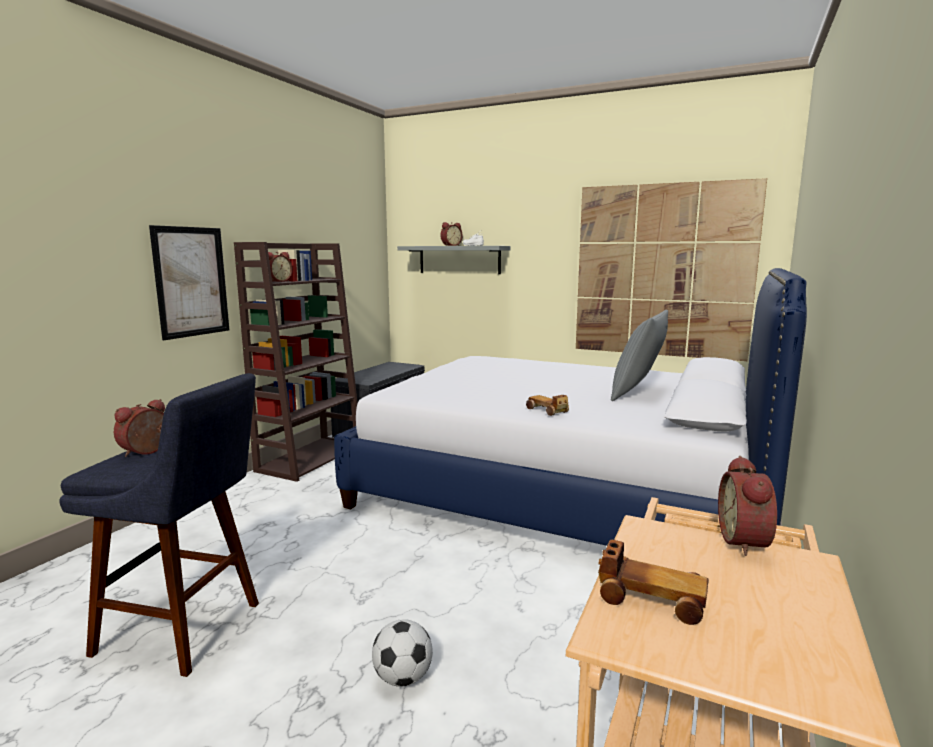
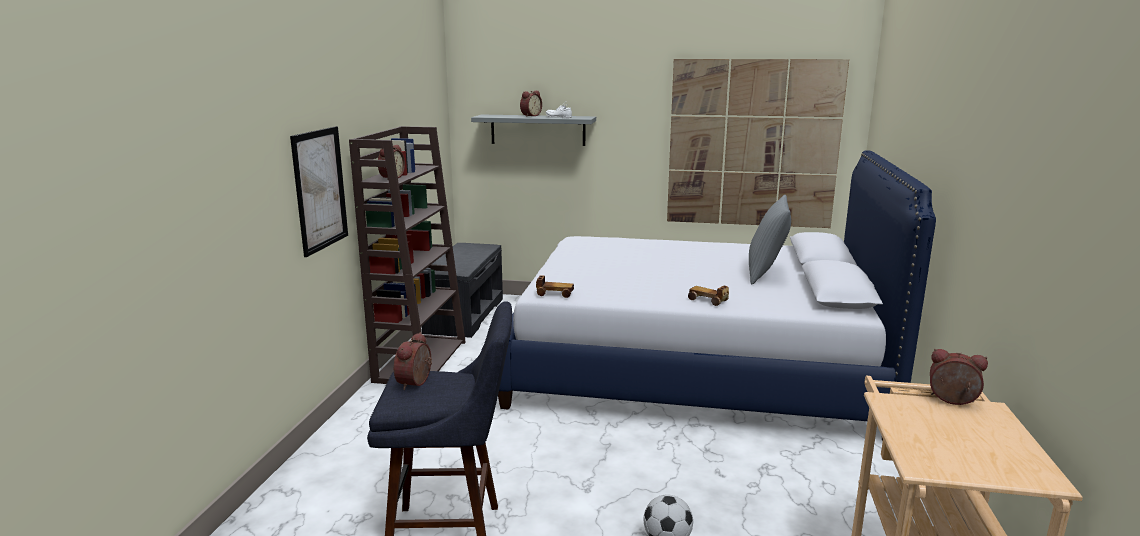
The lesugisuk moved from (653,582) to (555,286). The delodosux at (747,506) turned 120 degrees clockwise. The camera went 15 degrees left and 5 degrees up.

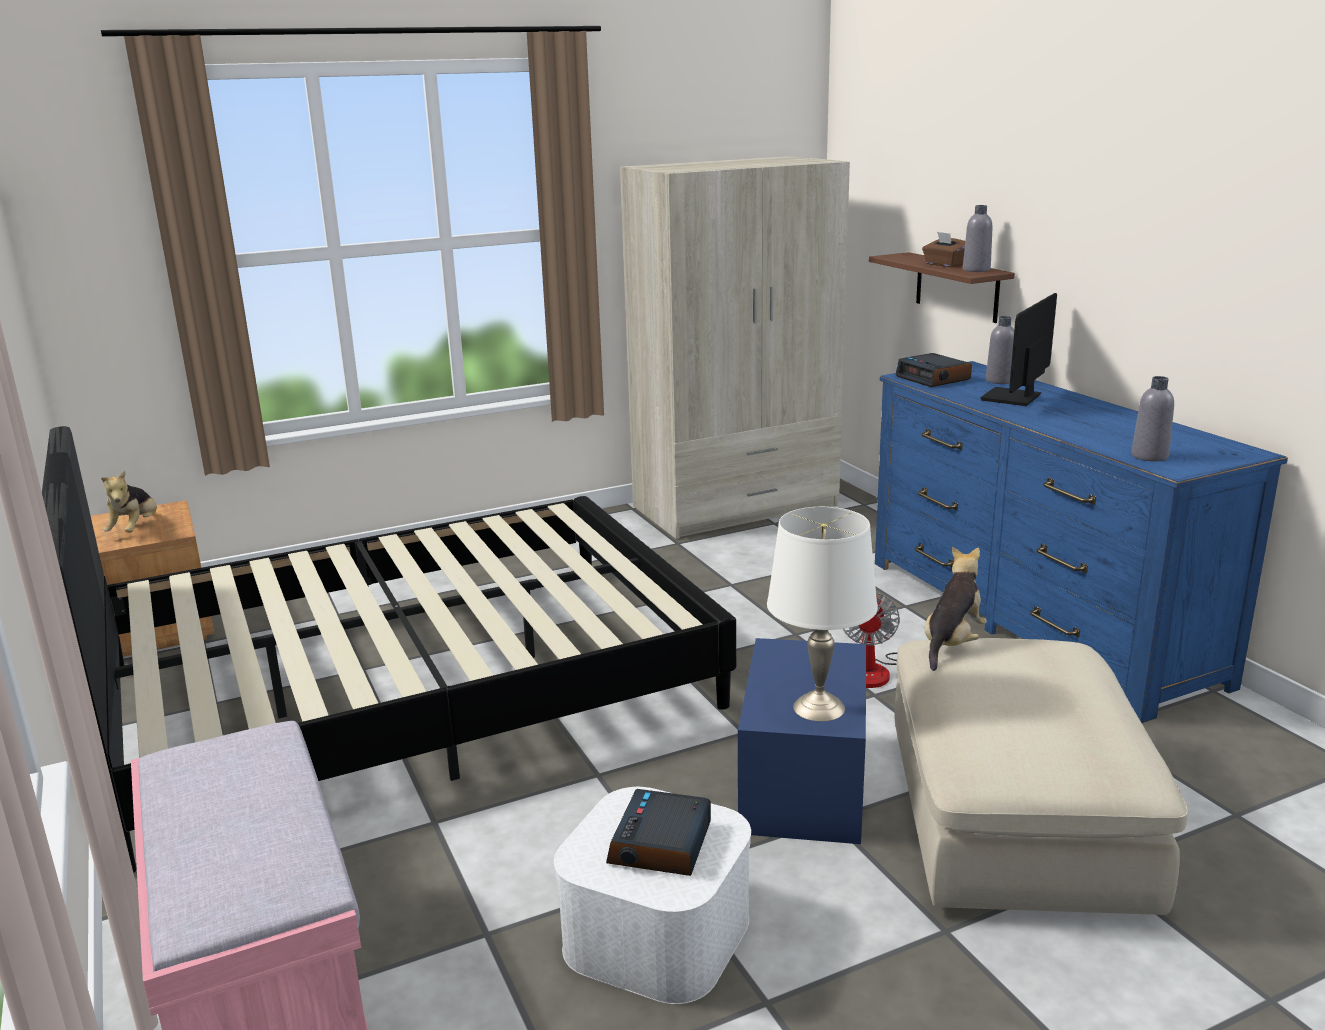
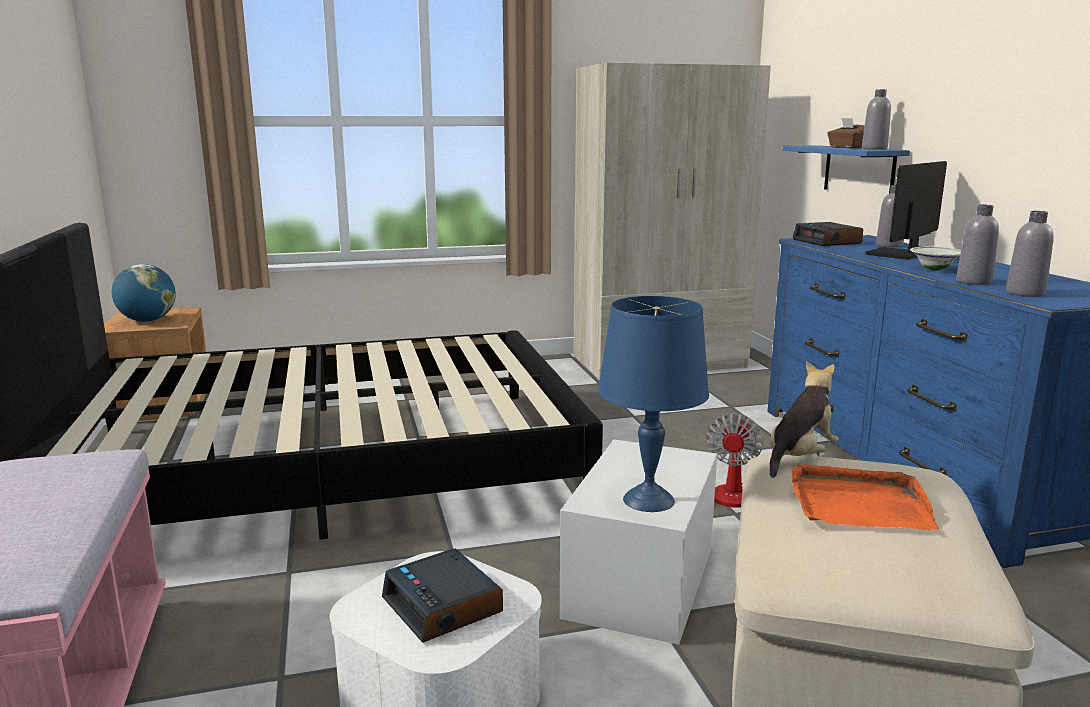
The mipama at (129,501) was replaced by the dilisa at (144,293). The delodosux at (658,832) turned 60 degrees counterclockwise. The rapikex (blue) at (802,741) became the rapikex (white) at (638,542). The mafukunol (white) at (822,614) became the mafukunol (blue) at (653,404). The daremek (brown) at (942,287) became the daremek (blue) at (846,169). The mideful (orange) at (865,496) appeared. The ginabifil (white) at (935,259) appeared. The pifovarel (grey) at (977,245) appeared. The camera went 10 degrees right and 5 degrees down.

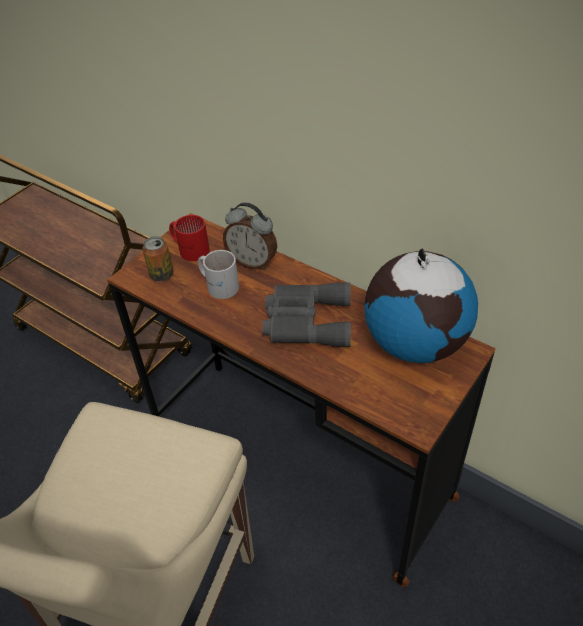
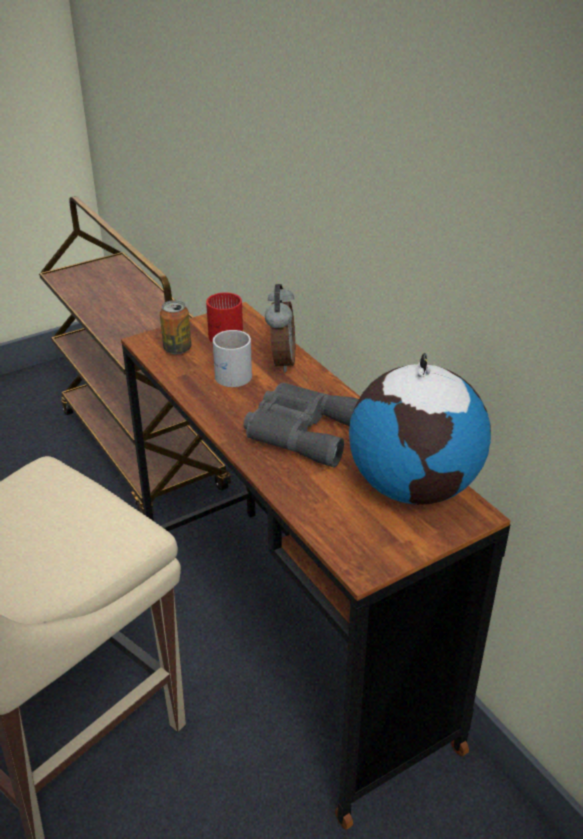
The delodosux at (250,236) turned 135 degrees counterclockwise. The camera went 20 degrees right and 10 degrees down.

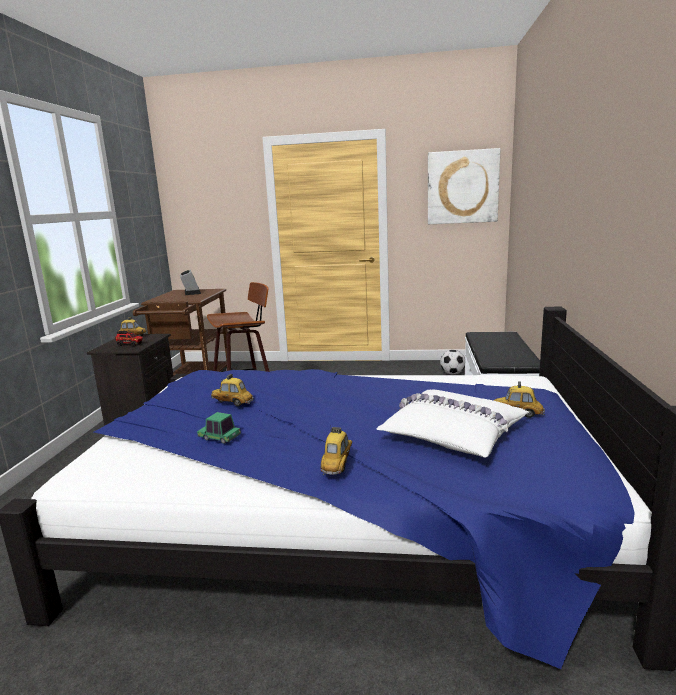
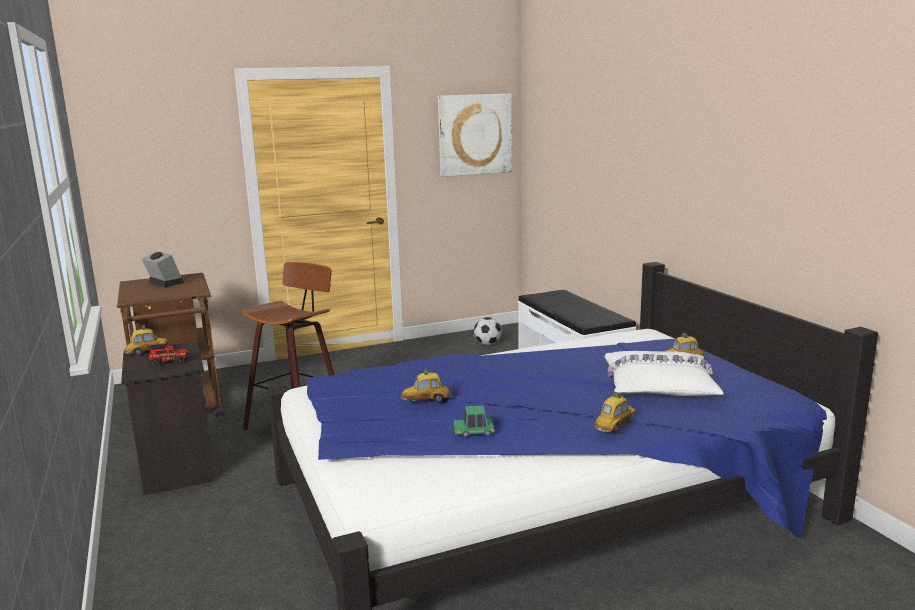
The lesugisuk at (336,450) turned 60 degrees clockwise. The camera went 30 degrees left and 0 degrees up.

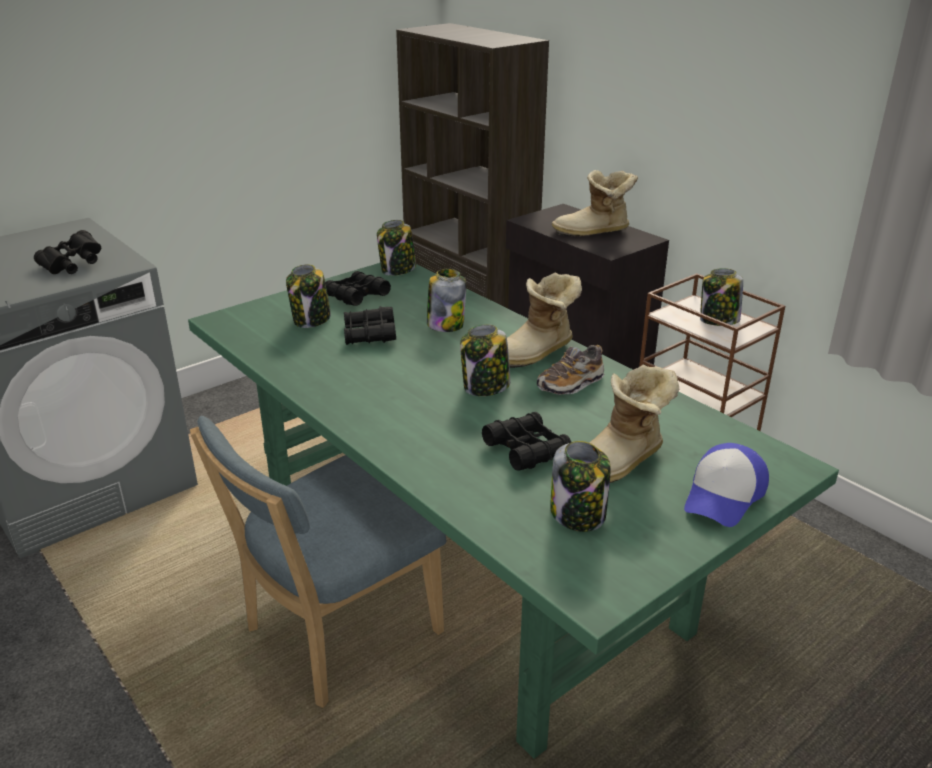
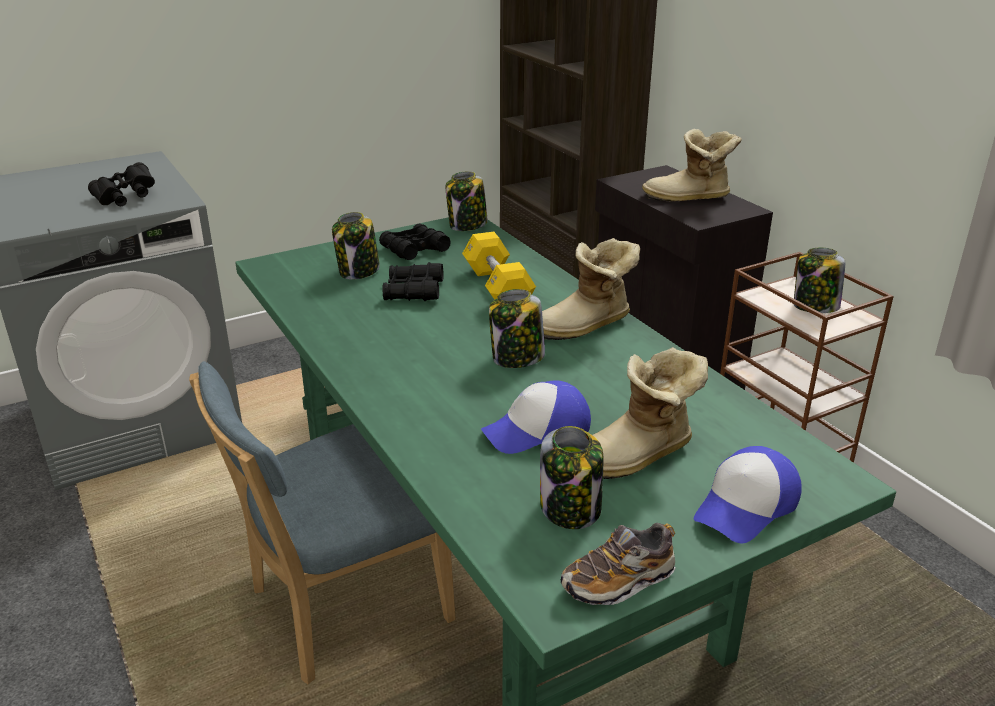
The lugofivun at (446,300) was replaced by the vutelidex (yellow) at (499,266). The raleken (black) at (526,441) was replaced by the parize at (536,417). The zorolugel moved from (570,370) to (618,564). The camera went 10 degrees right and 0 degrees up.

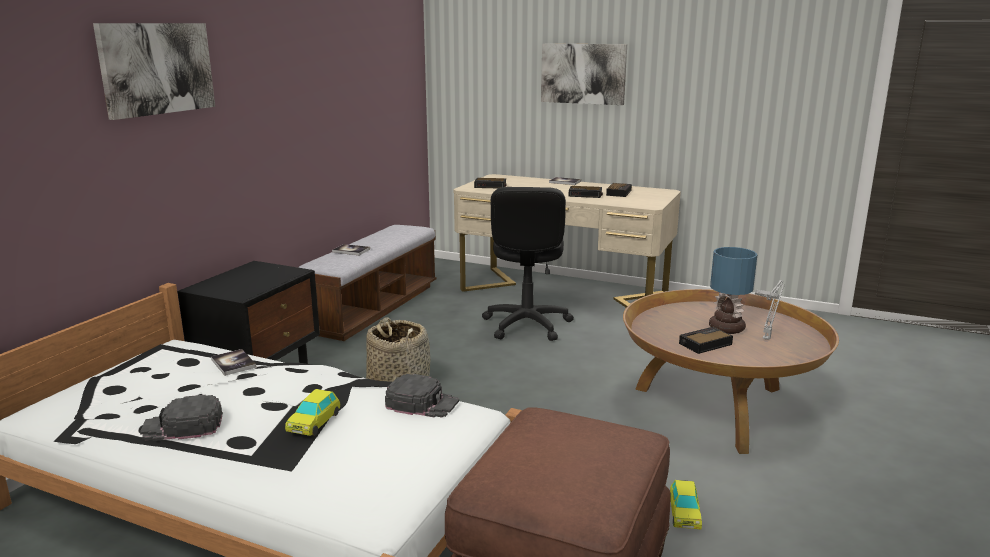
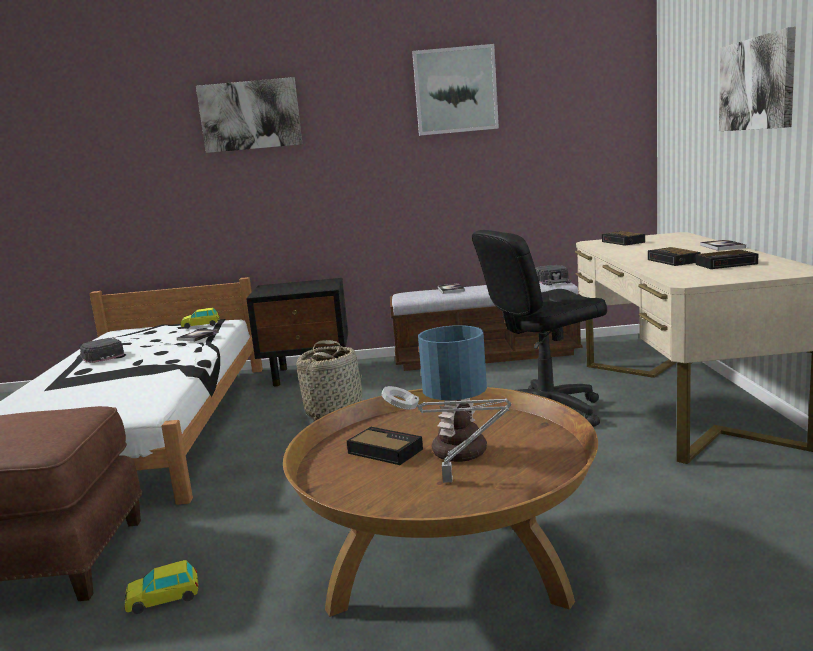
The lesugisuk moved from (312,412) to (200,318). The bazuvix at (455,90) appeared. The parize (black) moved from (422,395) to (553,275). The camera went 65 degrees right and 5 degrees down.

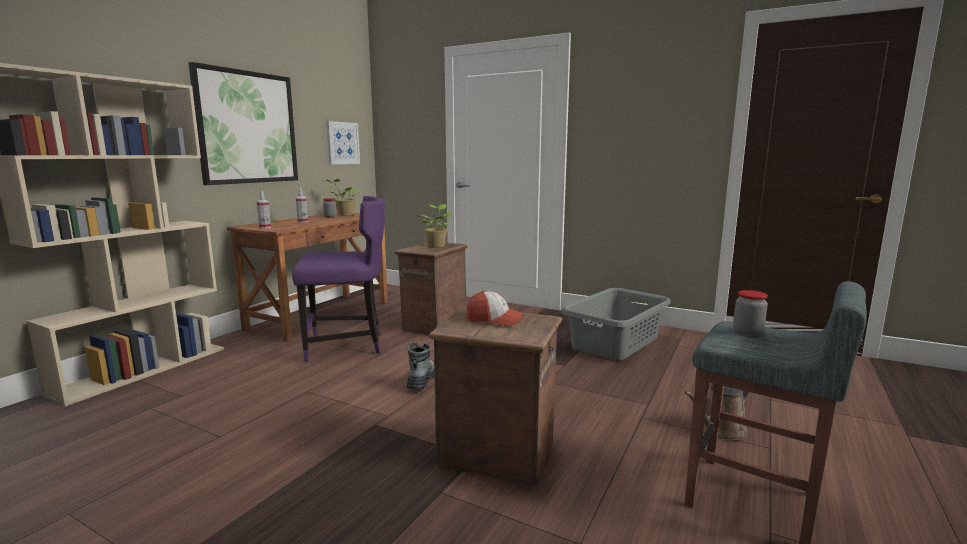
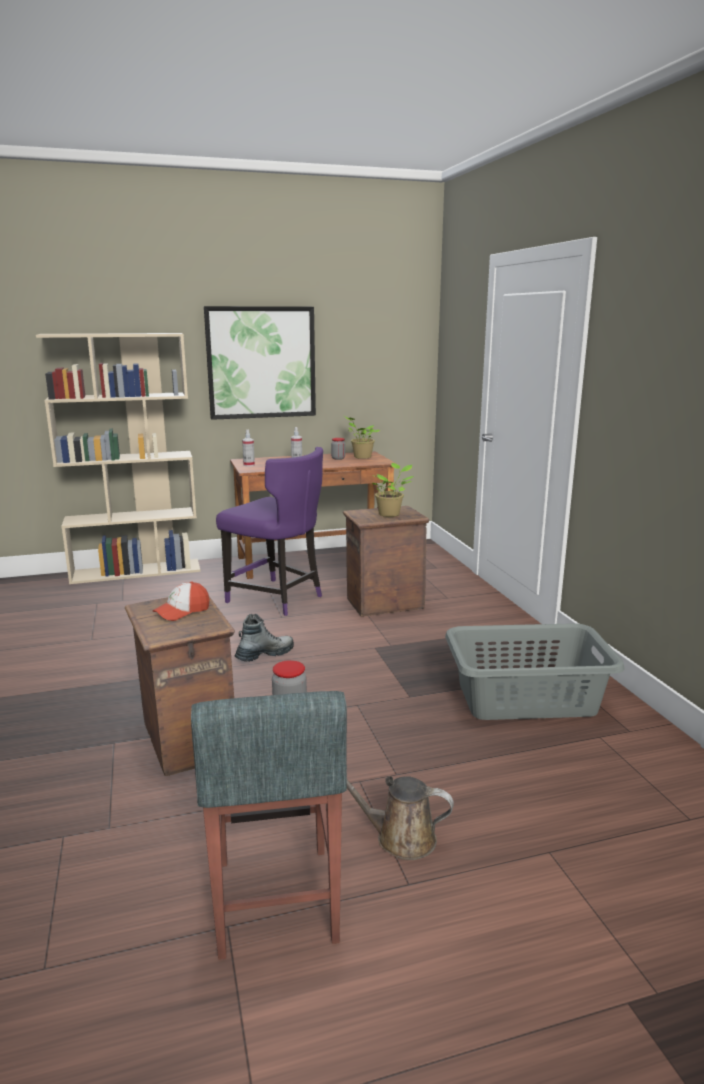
The parize at (495,309) turned 75 degrees clockwise. The bazuvix at (343,142) disappeared. The camera went 45 degrees right and 5 degrees up.

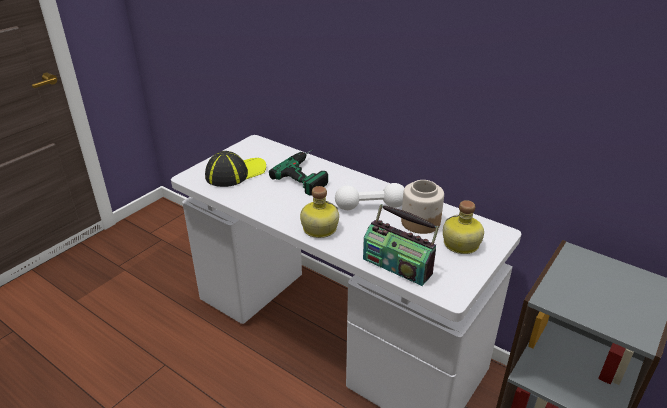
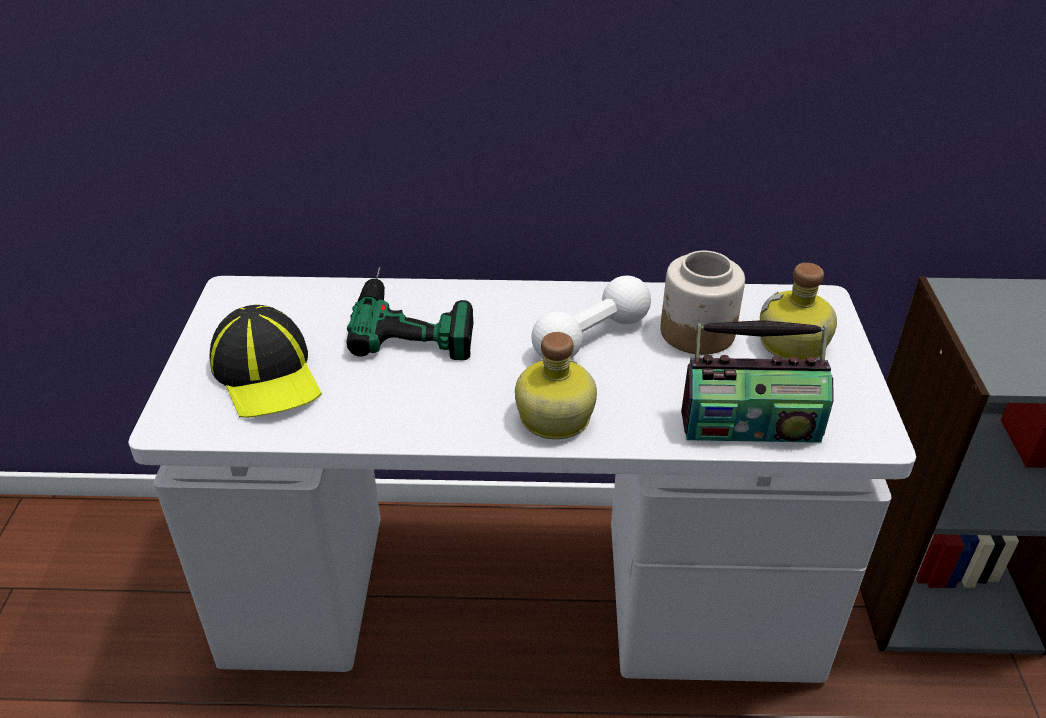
The parize at (235,169) turned 135 degrees clockwise. The camera went 35 degrees left and 5 degrees up.

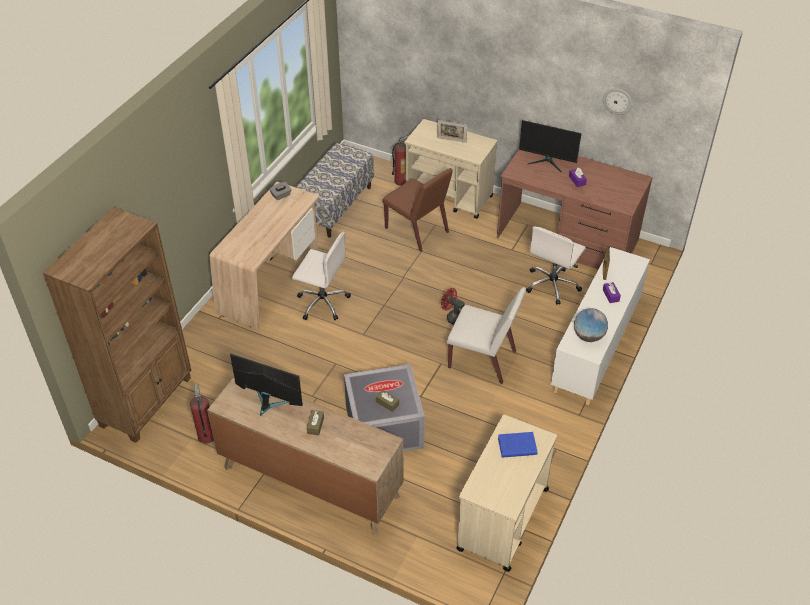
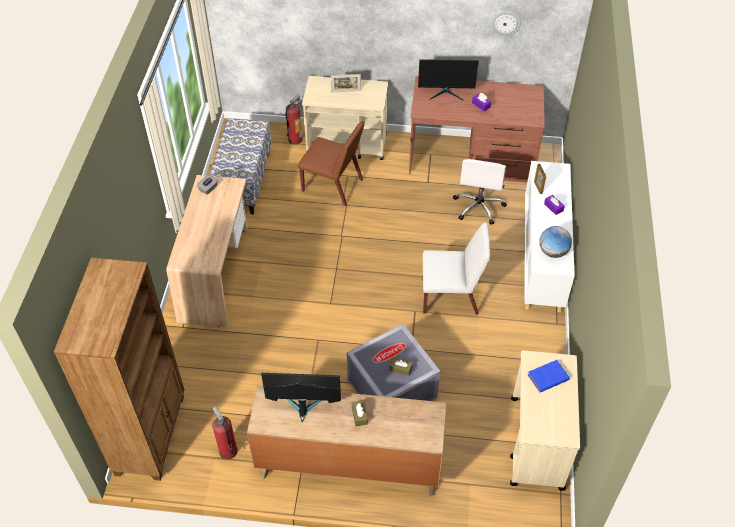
The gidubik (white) at (321,276) disappeared. The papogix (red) at (453,306) disappeared. The camera went 20 degrees left and 5 degrees up.

